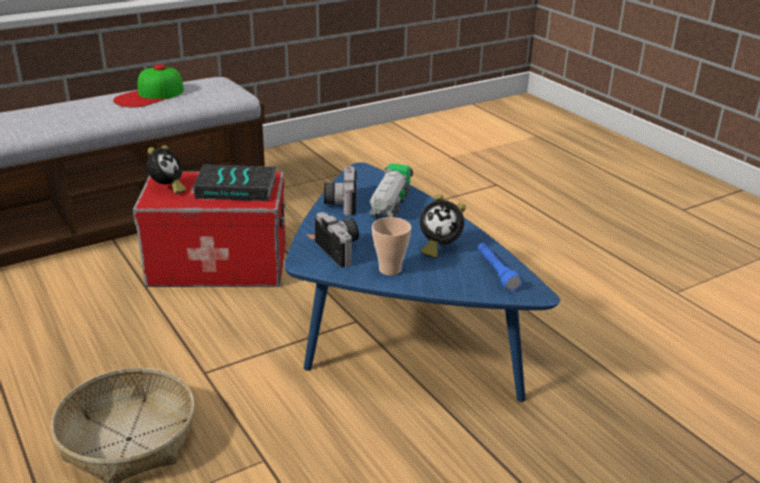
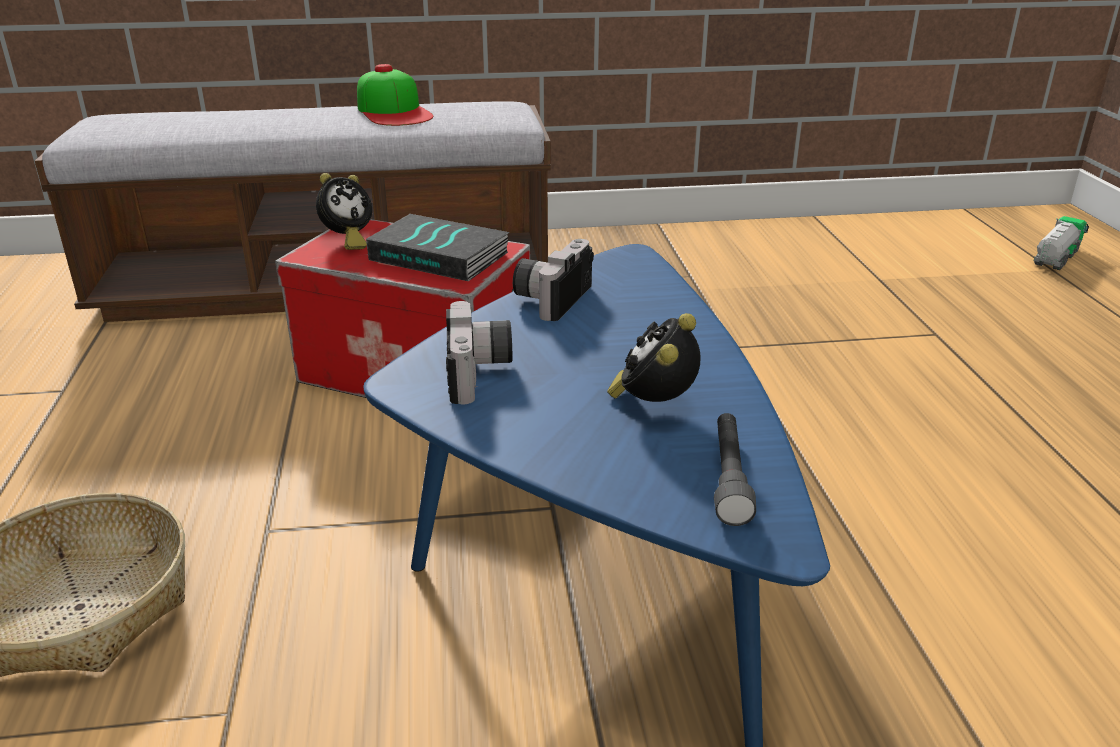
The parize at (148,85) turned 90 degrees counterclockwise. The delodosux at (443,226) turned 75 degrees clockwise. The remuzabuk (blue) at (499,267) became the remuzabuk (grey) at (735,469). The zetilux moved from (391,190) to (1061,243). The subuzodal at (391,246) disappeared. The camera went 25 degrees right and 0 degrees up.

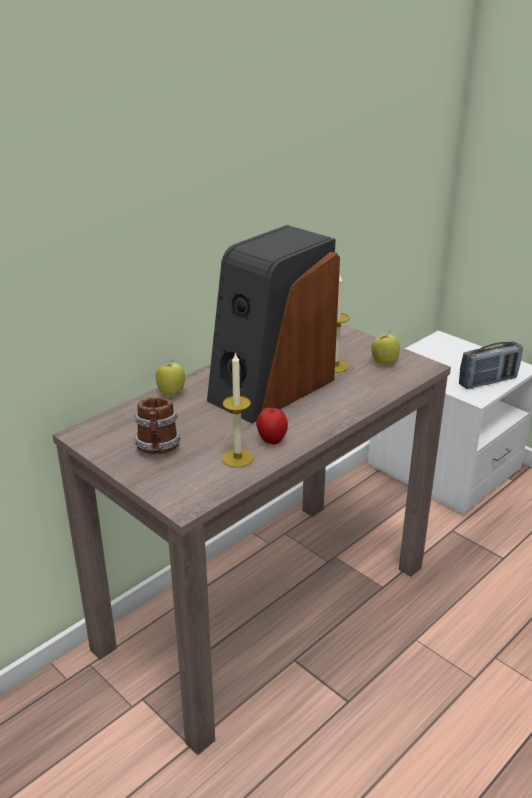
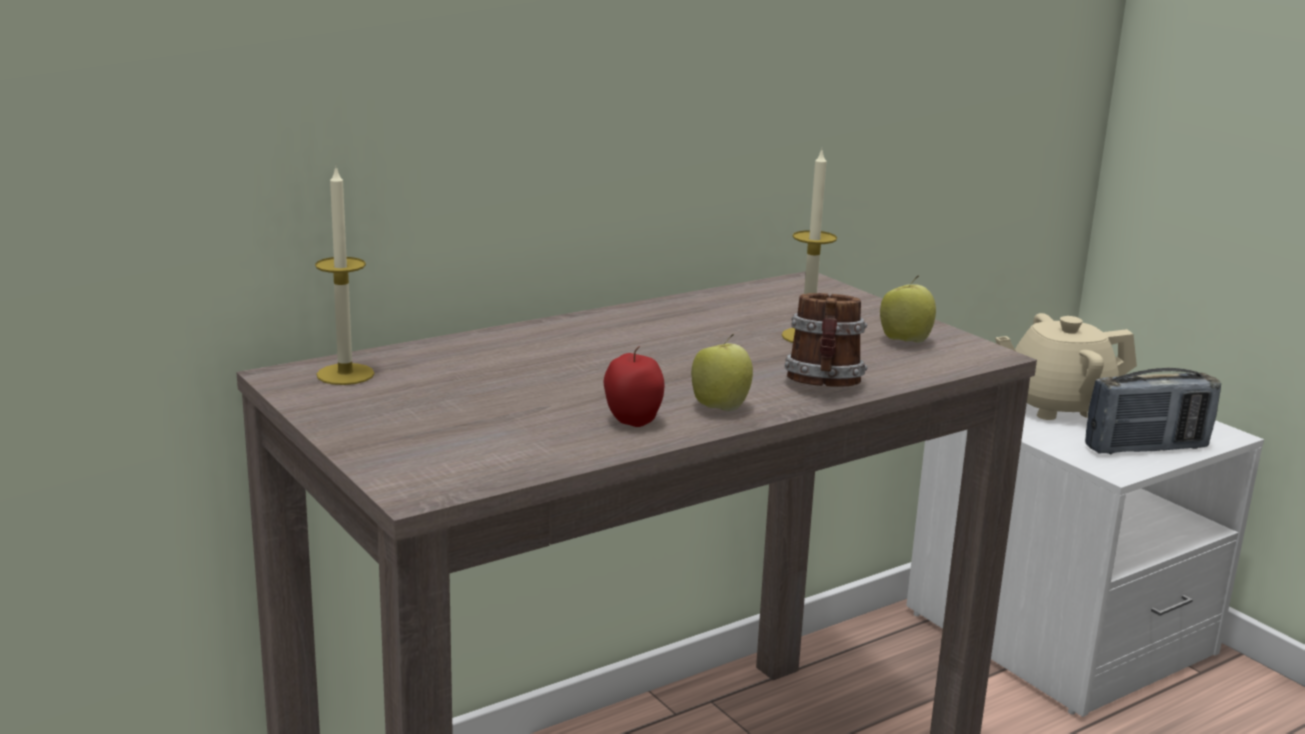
The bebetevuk moved from (238,410) to (344,276). The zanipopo moved from (170,377) to (722,373). The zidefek moved from (157,425) to (826,340). The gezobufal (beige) at (1066,366) appeared. The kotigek at (273,324) disappeared. The camera went 10 degrees right and 10 degrees down.

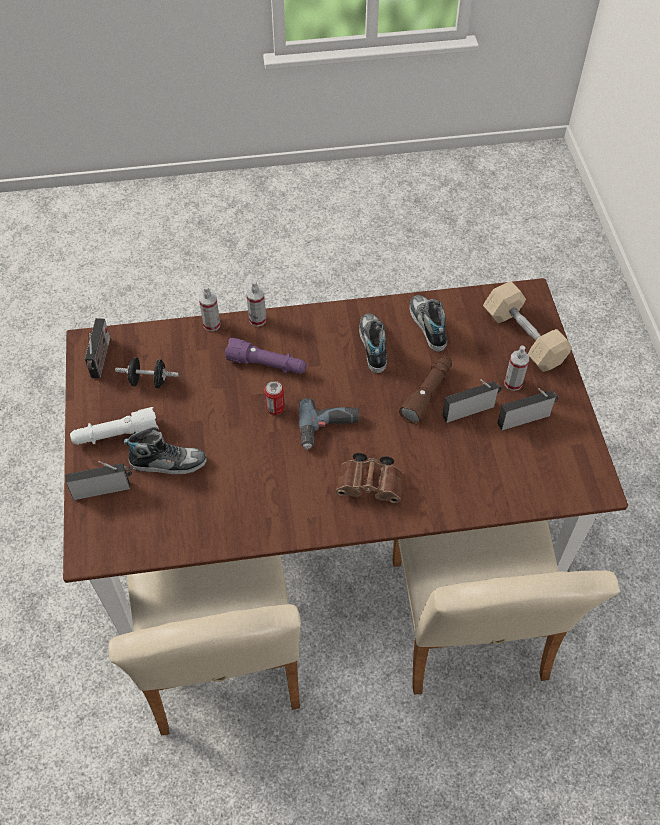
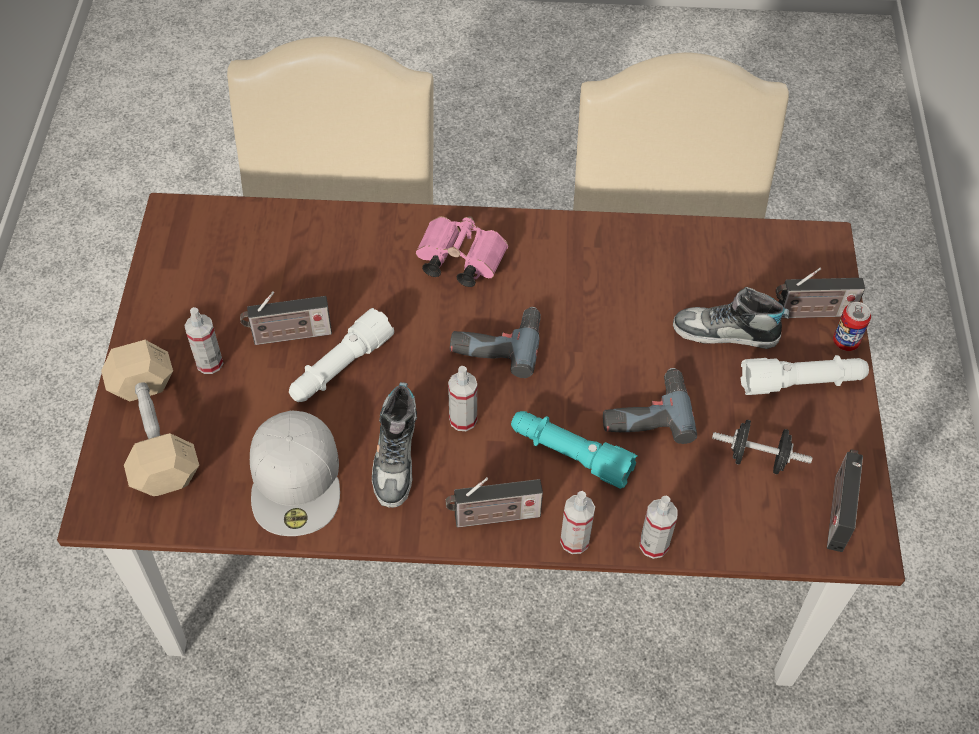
The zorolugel at (428,323) was replaced by the parize (white) at (295,473). The remuzabuk (brown) at (425,390) became the remuzabuk (white) at (341,355). The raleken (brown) at (369,478) became the raleken (pink) at (462,251). The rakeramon moved from (528,409) to (494,502). The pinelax at (462,398) appeared. The remuzabuk (purple) at (266,355) became the remuzabuk (turquoise) at (574,450). The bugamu at (650,406) appeared. The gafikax moved from (275,398) to (852,326). The camera went 170 degrees left and 0 degrees up.

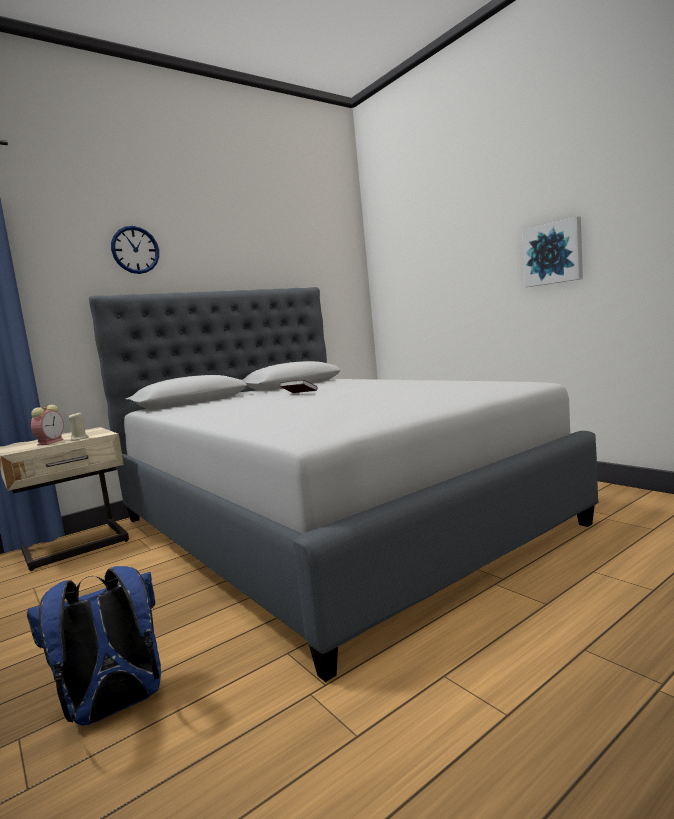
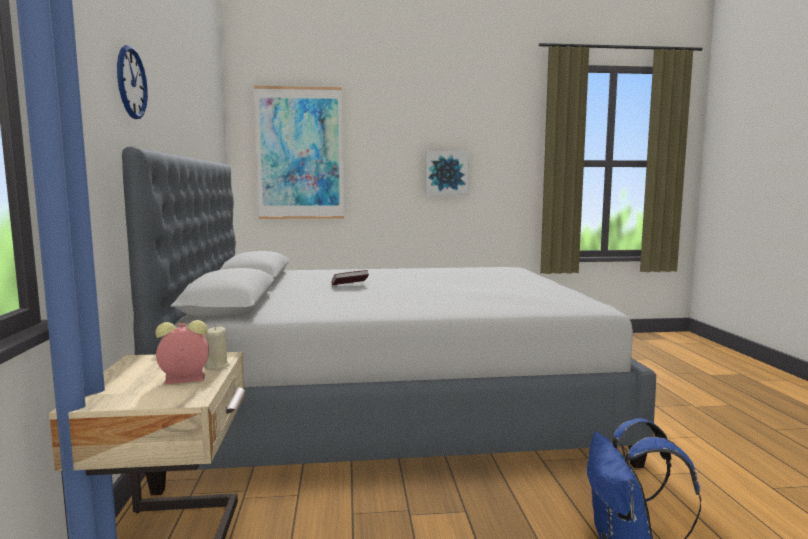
The delodosux at (47,425) turned 60 degrees counterclockwise. The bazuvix at (299,152) appeared. The camera went 60 degrees left and 0 degrees up.

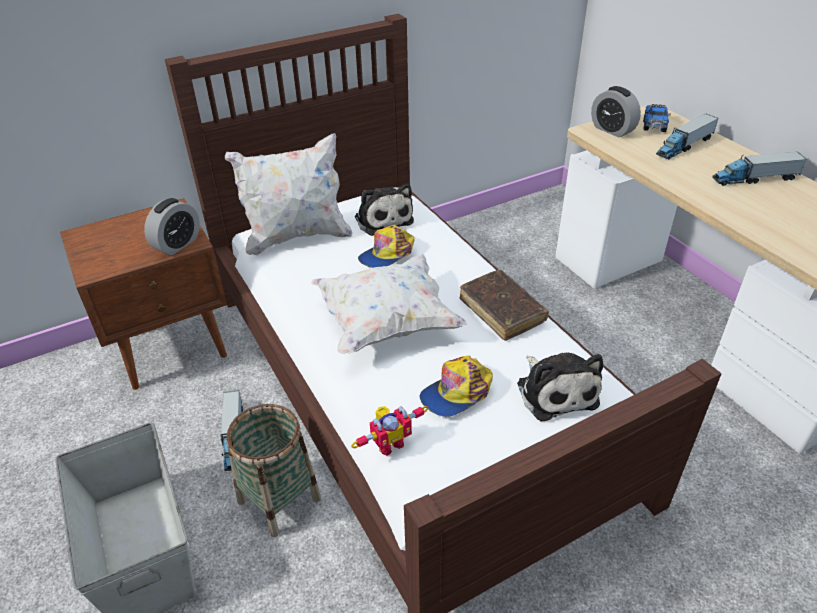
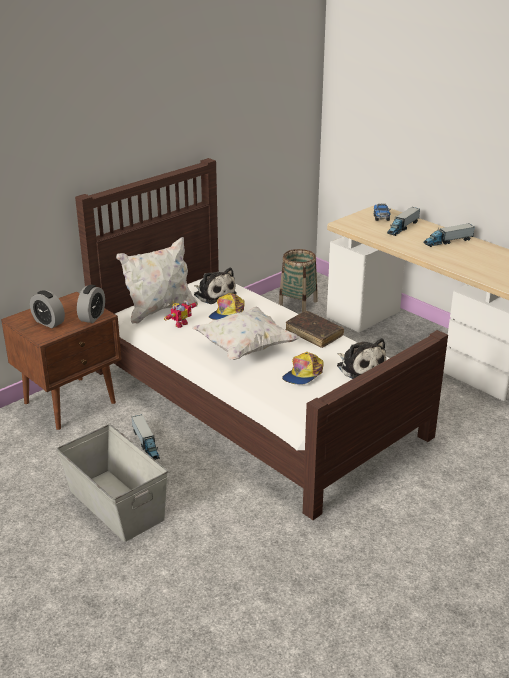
The delodosux moved from (616,111) to (47,309). The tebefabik moved from (389,431) to (180,314). The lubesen moved from (273,470) to (298,280). The camera went 15 degrees left and 10 degrees down.

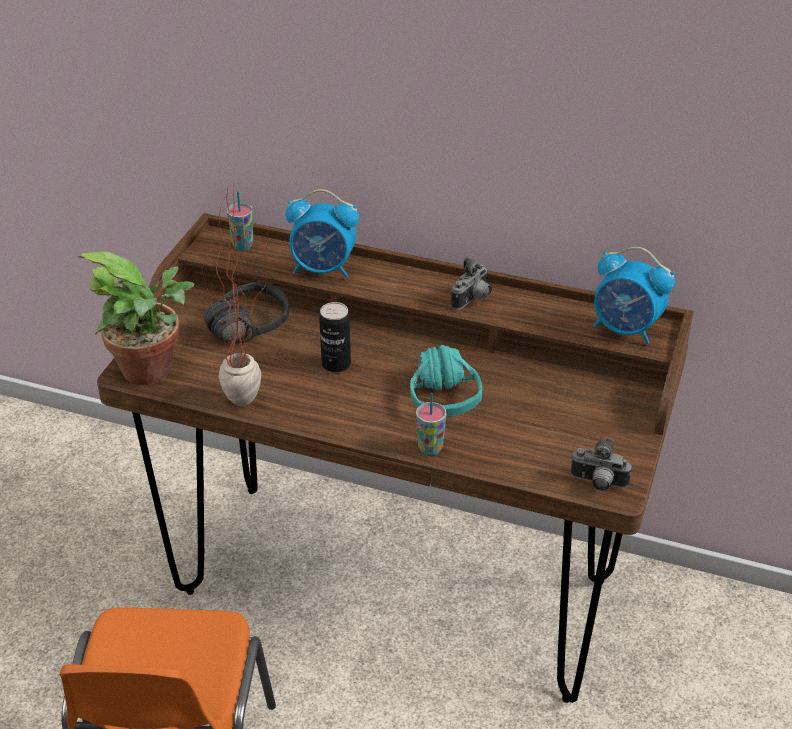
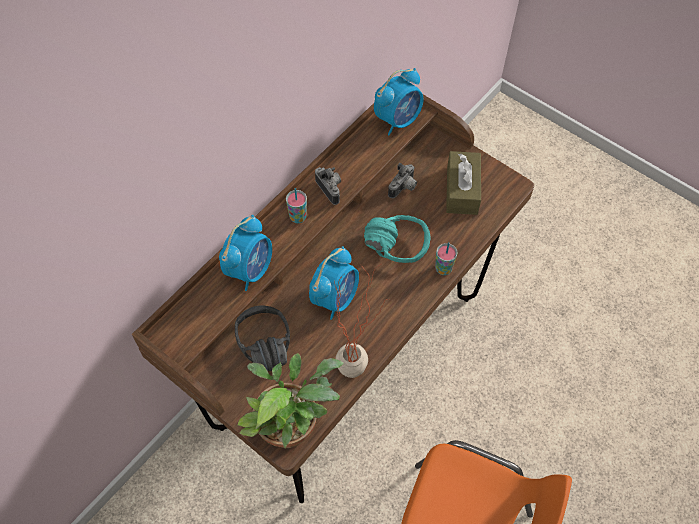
The subuzodal moved from (239,220) to (296,205). The gafikax at (335,337) was replaced by the delodosux at (334,283). The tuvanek moved from (601,464) to (402,180). The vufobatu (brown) at (463,183) appeared. The camera went 70 degrees left and 20 degrees up.

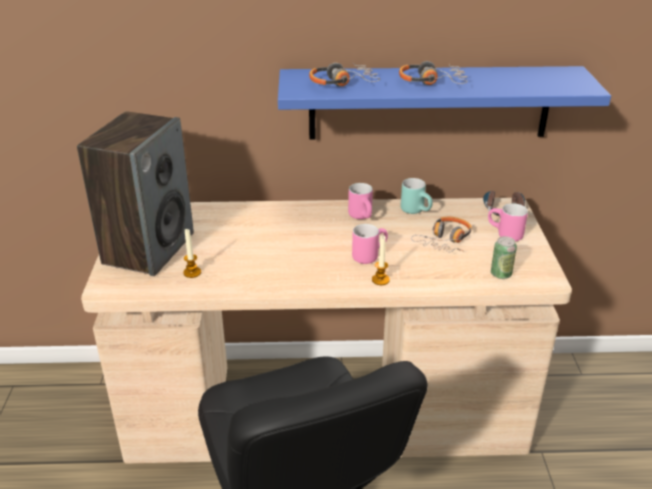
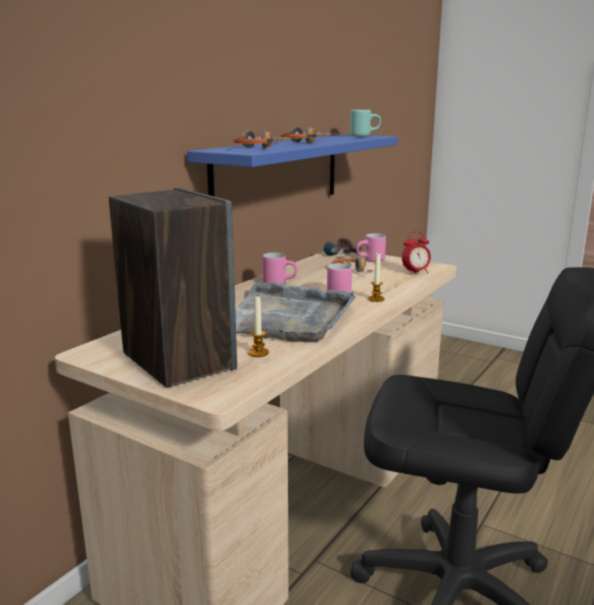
The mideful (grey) at (295,312) appeared. The zidefek (turquoise) moved from (417,196) to (365,123). The gafikax at (504,257) was replaced by the delodosux at (416,253). The camera went 55 degrees left and 15 degrees down.

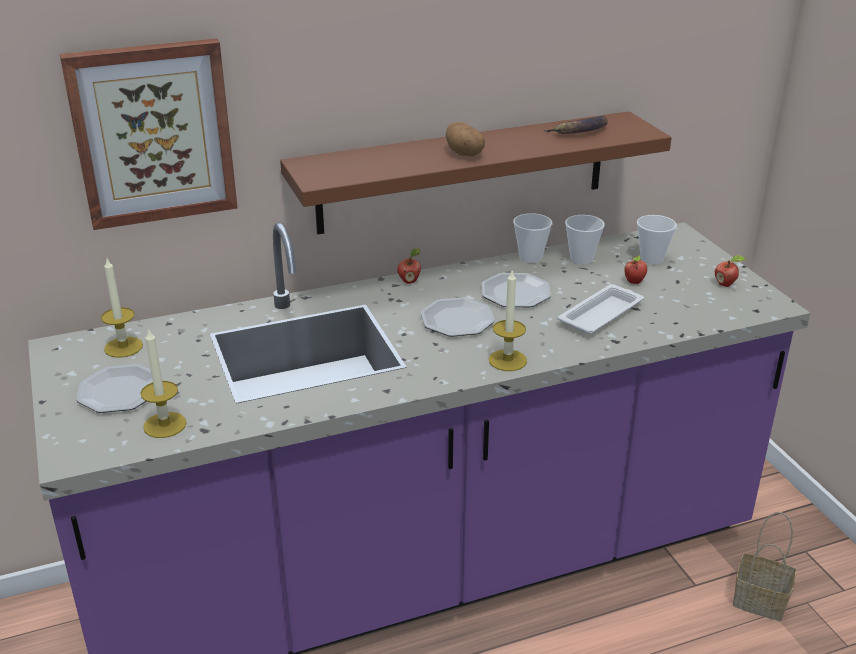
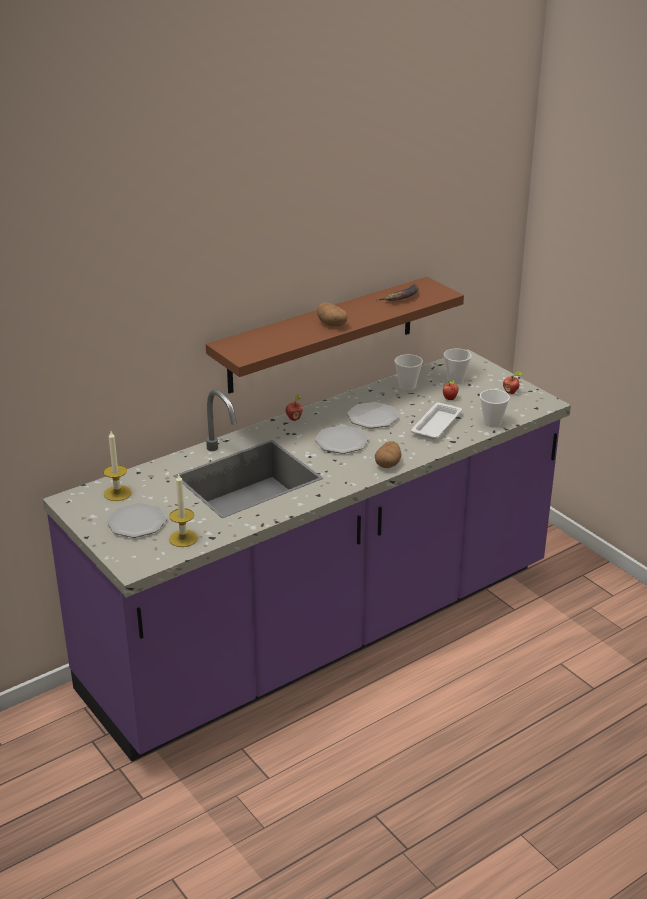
The bebetevuk at (508,320) was replaced by the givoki at (388,454). The subuzodal moved from (532,238) to (495,408). The bazuvix at (149,134) disappeared. The lubesen at (764,566) disappeared. The camera went 15 degrees left and 0 degrees up.

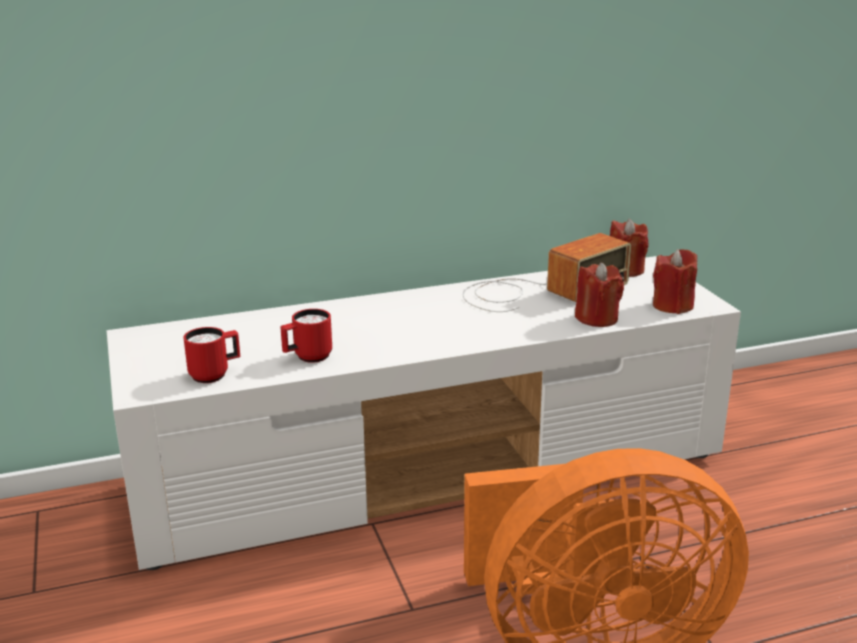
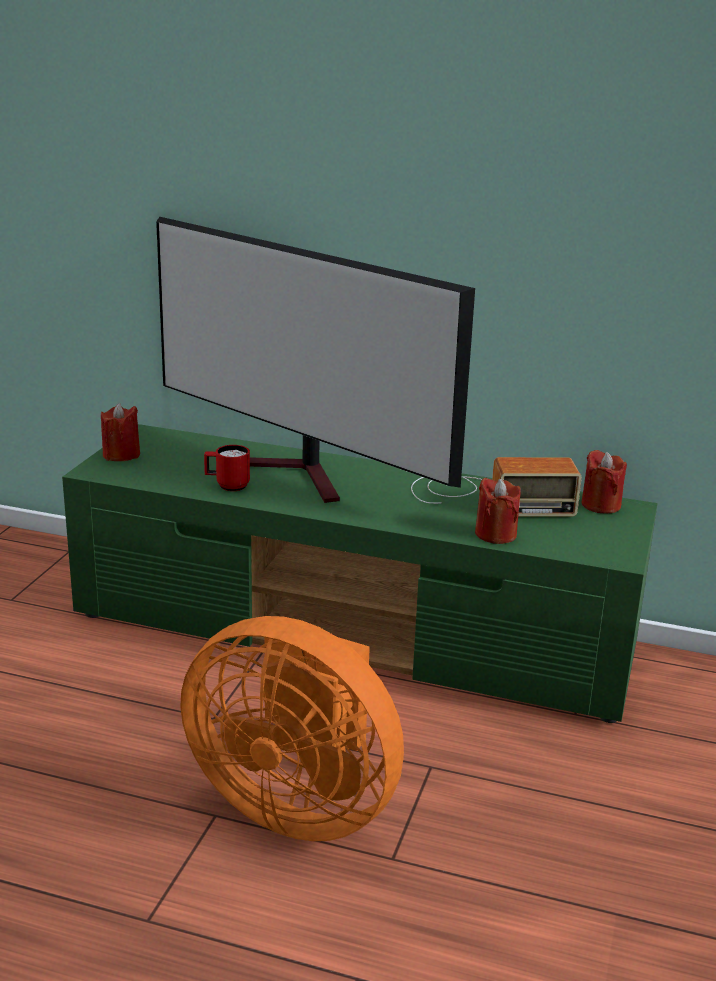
The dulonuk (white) at (424,413) became the dulonuk (green) at (360,573). The bebetevuk (red) moved from (675,281) to (120,432). The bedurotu at (315,359) appeared. The zidefek (red) at (212,355) disappeared. The camera went 35 degrees right and 0 degrees up.

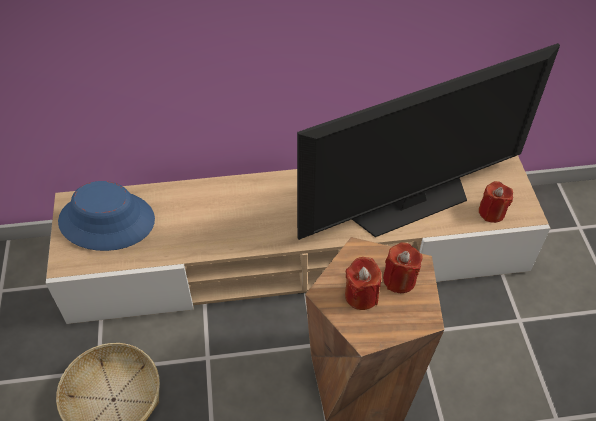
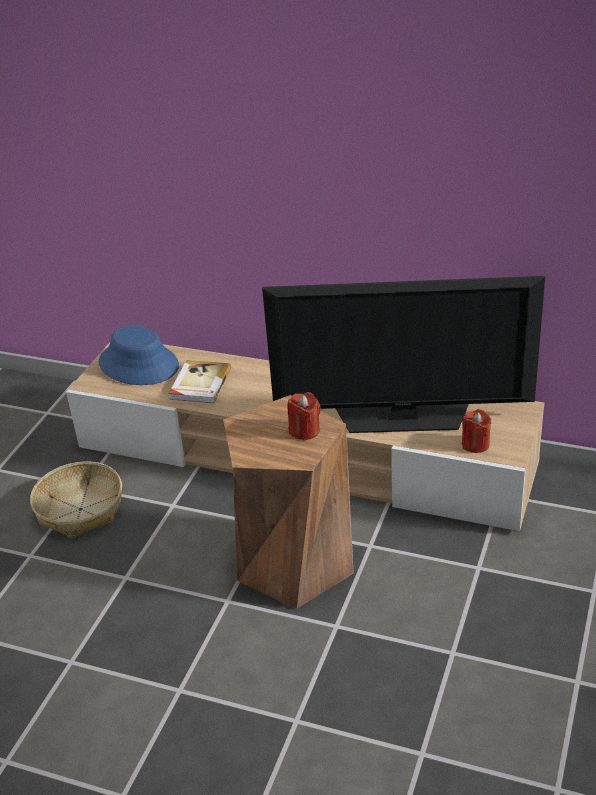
The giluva at (200,381) appeared. The bebetevuk (red) at (363,283) disappeared. The camera went 30 degrees right and 15 degrees down.

